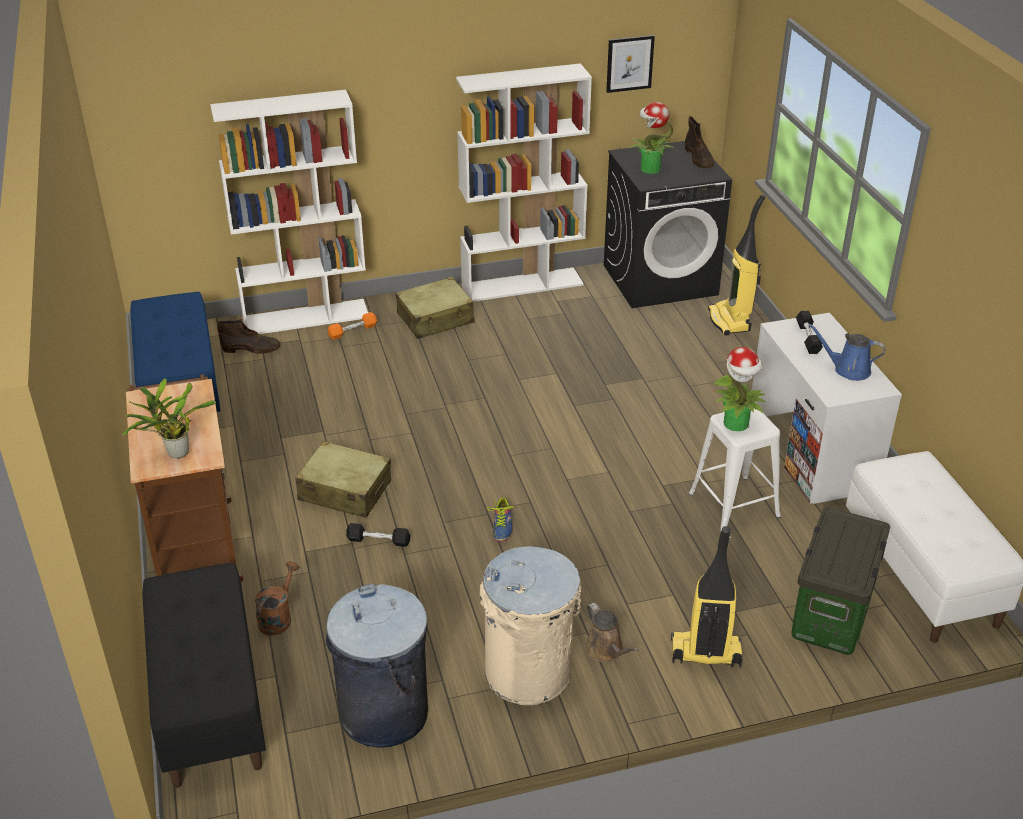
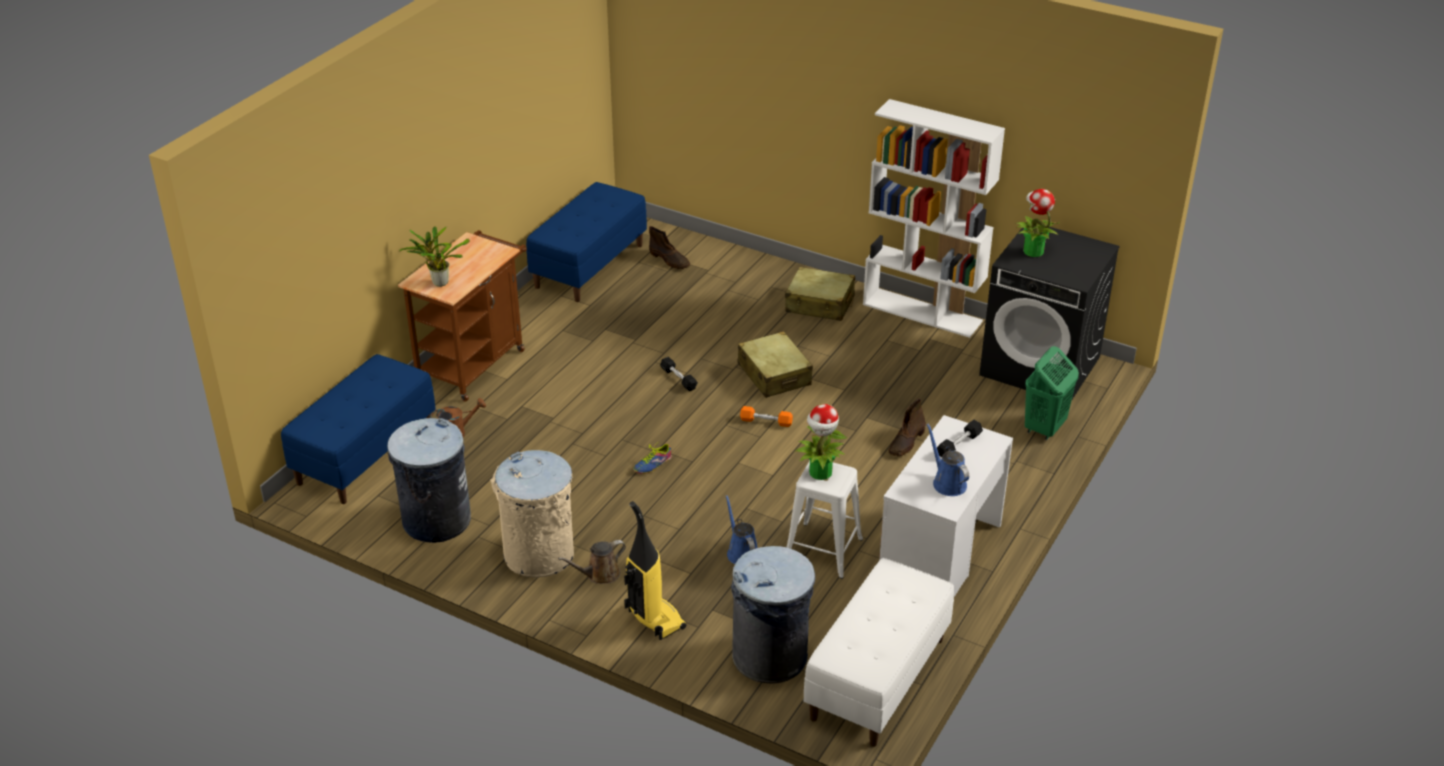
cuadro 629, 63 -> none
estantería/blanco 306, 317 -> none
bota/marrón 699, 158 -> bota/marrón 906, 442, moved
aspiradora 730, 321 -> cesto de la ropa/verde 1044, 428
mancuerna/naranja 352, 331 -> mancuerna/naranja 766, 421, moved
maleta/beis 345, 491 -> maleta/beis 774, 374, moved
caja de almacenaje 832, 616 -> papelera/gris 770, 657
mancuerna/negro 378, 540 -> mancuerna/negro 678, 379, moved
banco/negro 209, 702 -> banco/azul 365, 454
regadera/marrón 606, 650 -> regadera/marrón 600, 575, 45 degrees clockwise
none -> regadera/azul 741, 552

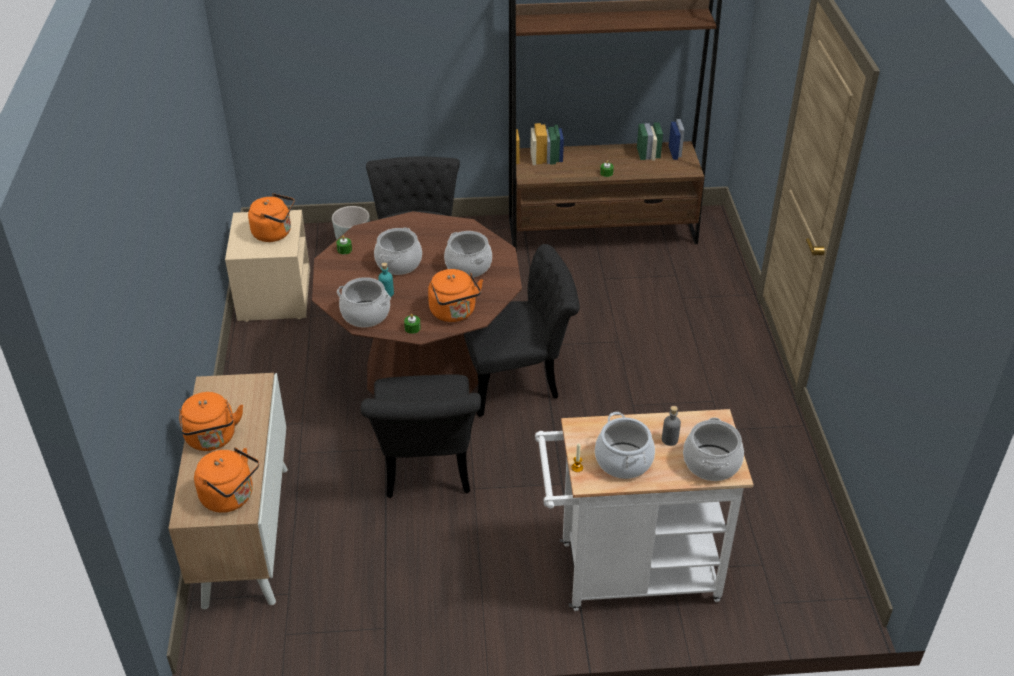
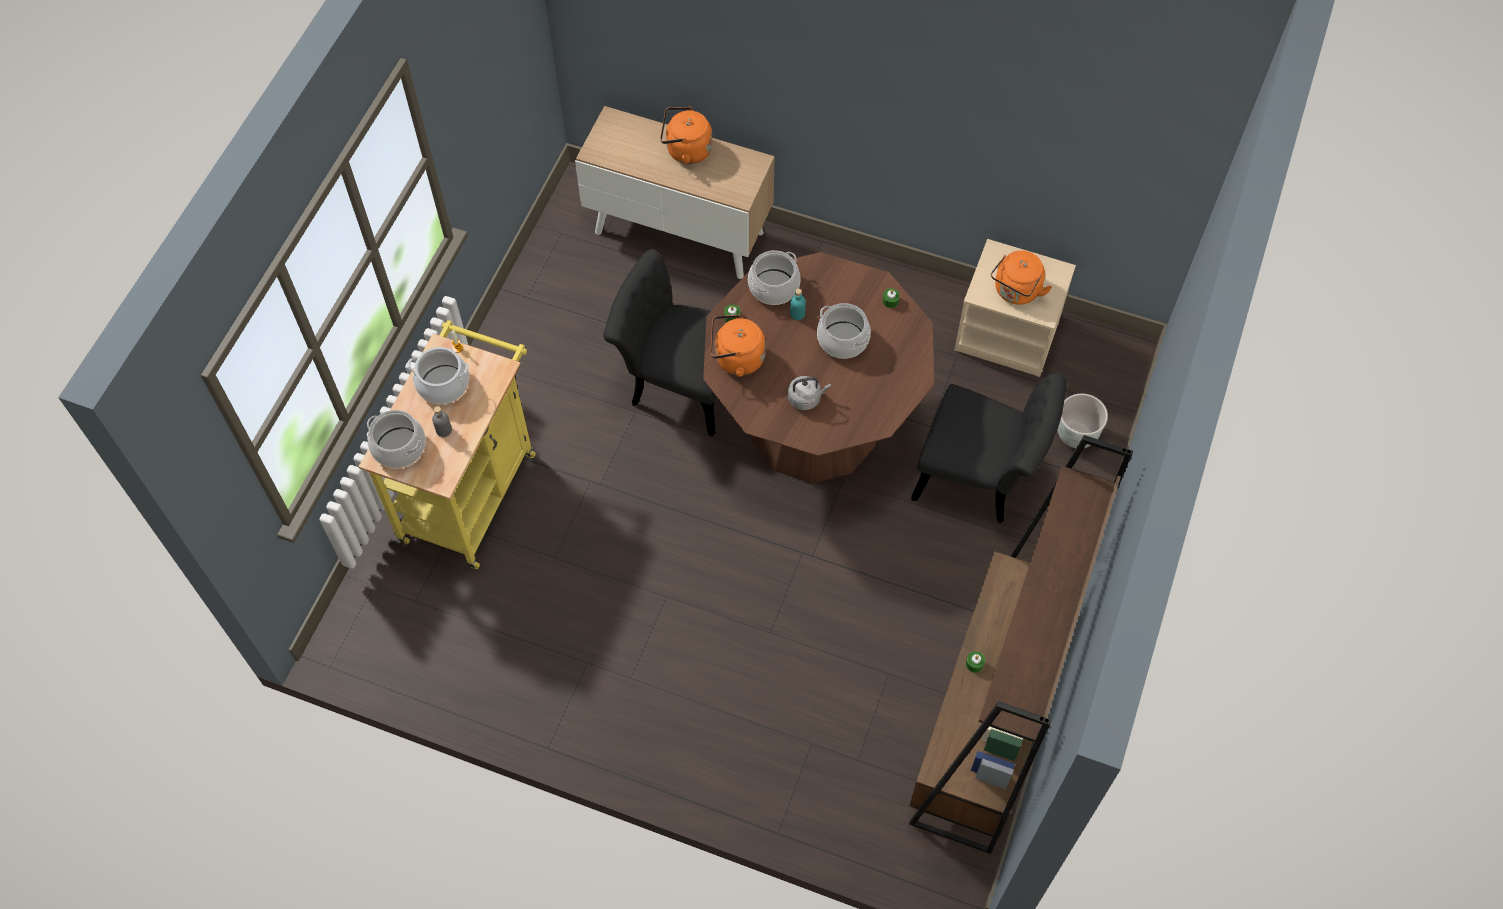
olla 468, 266 -> hervidor/gris 806, 398
silla/negro 519, 379 -> none
carrito/blanco 628, 573 -> carrito/amarillo 472, 488
hervidor/naranja 231, 497 -> none

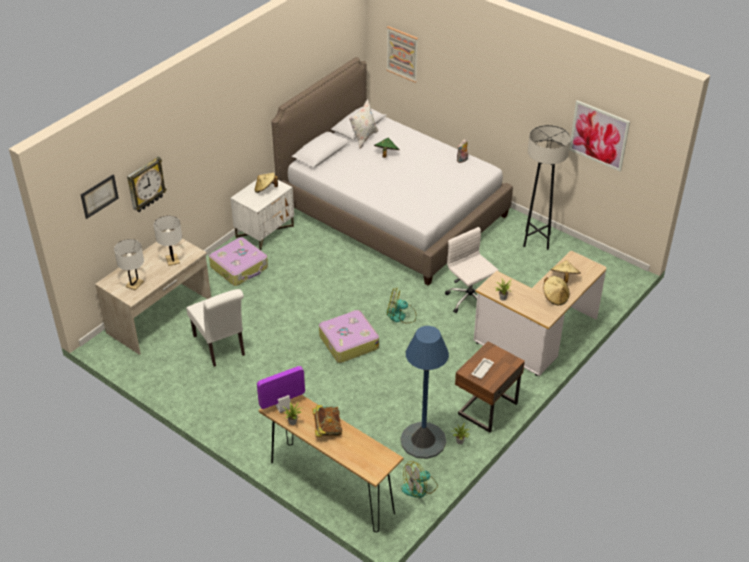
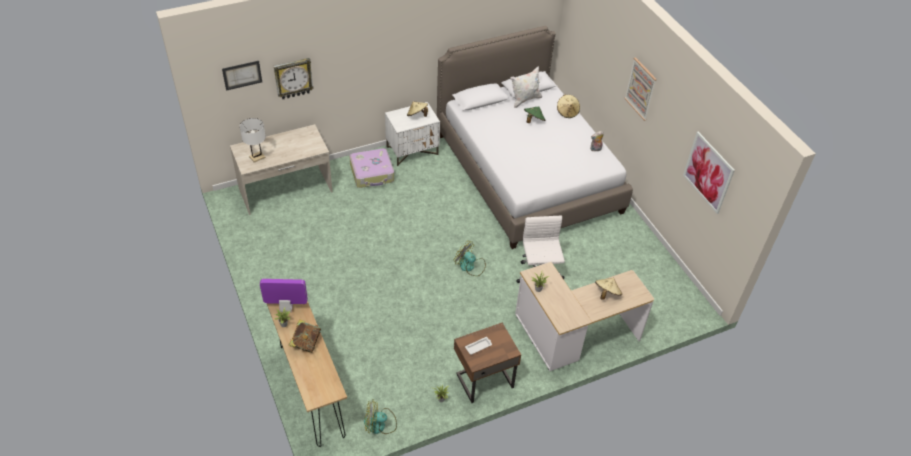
cuadro 402, 54 -> cuadro 640, 88, moved
lámpara de pie/gris 536, 240 -> none
lámpara de mesa/blanco 172, 260 -> none
sombrero/beis 555, 297 -> sombrero/beis 567, 112, moved
silla/blanco 221, 347 -> none
maleta 348, 342 -> none
lámpara de pie/azul 423, 440 -> none

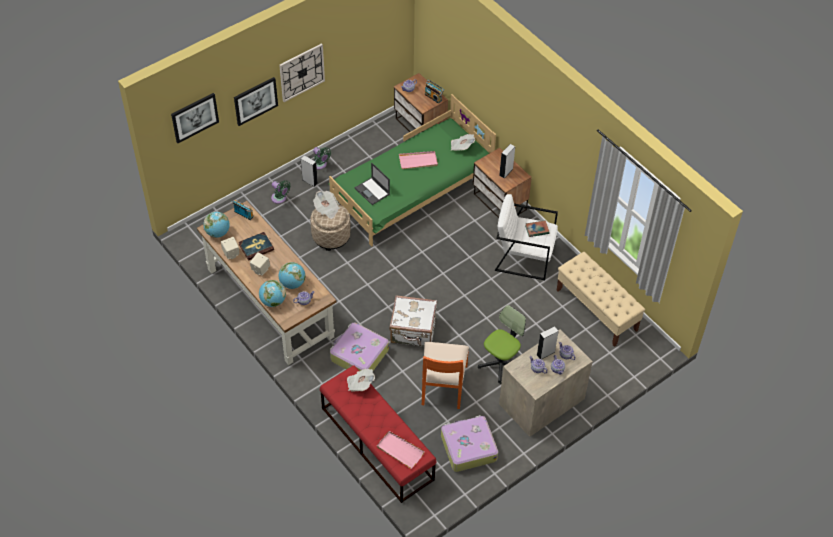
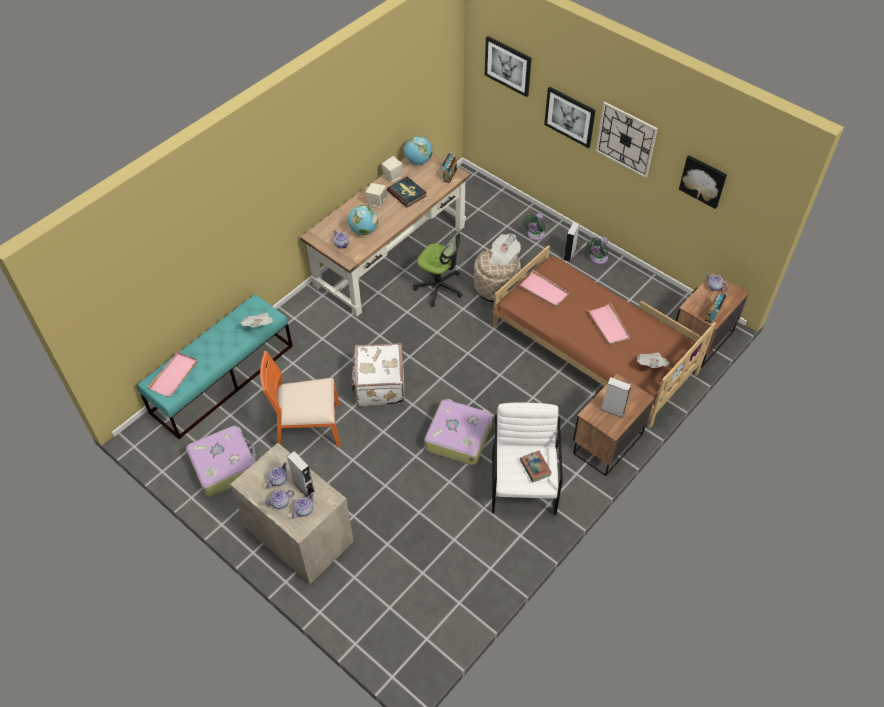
cama/verde 412, 190 -> cama/marrón 592, 349
portátil 372, 191 -> bandeja/rosa 543, 290
banco/beis 597, 310 -> none
globo terráqueo 273, 301 -> none
silla de oficina 501, 364 -> silla de oficina 439, 287, moved
maleta 358, 355 -> maleta 458, 436, moved
banco/rojo 377, 443 -> banco/turquesa 223, 378
none -> cuadro 703, 181

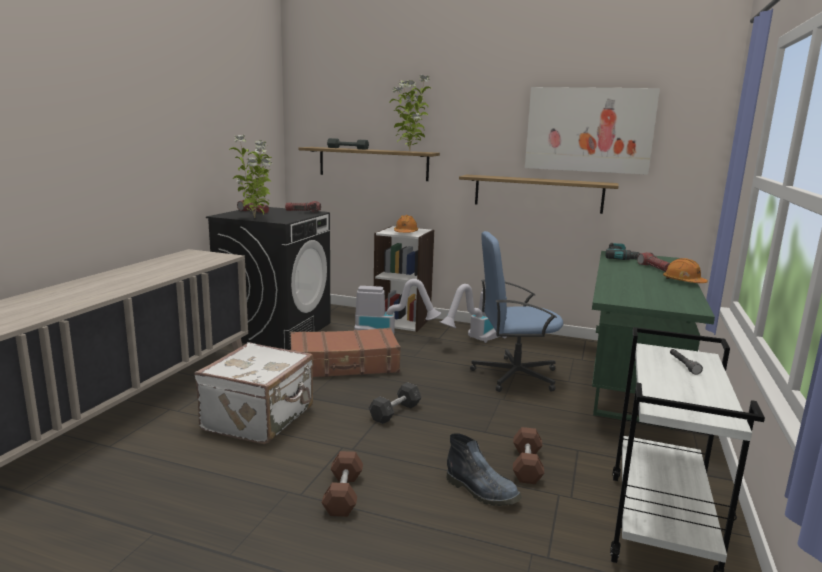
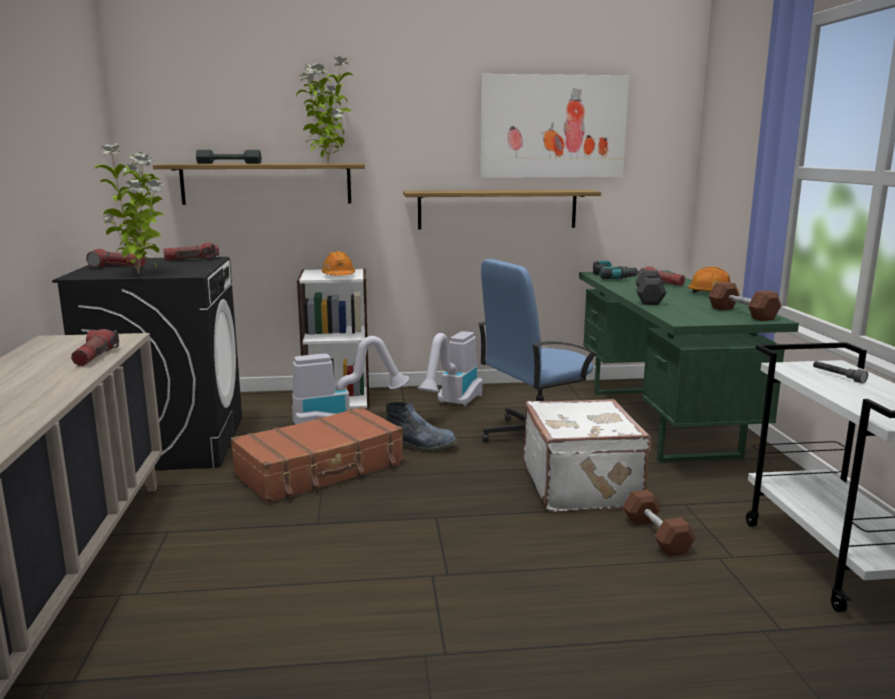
maleta/blanco 260, 418 -> maleta/blanco 582, 487, moved
mancuerna/gris 395, 412 -> mancuerna/gris 649, 299, moved
bota 483, 491 -> bota 423, 446, moved
mancuerna/marrón 343, 494 -> mancuerna/marrón 742, 313, moved
none -> linterna 95, 357

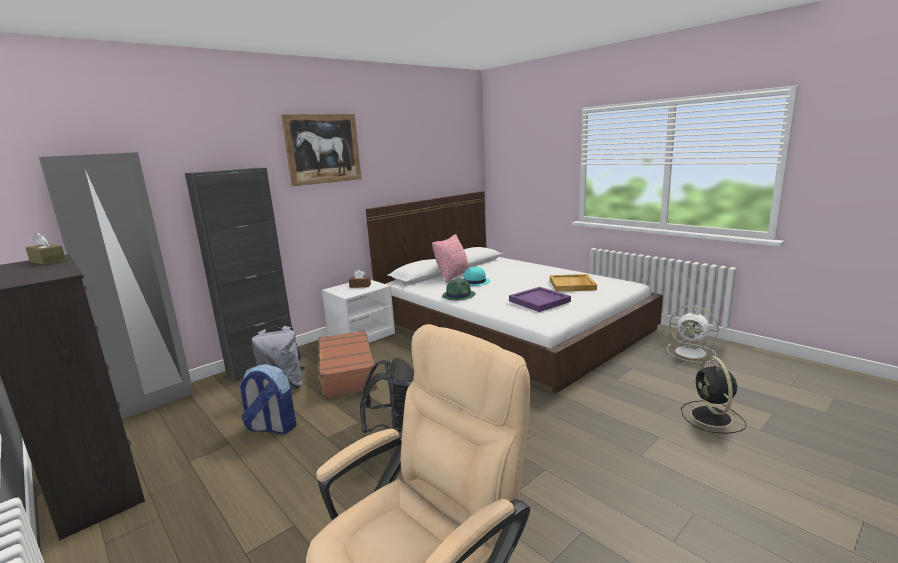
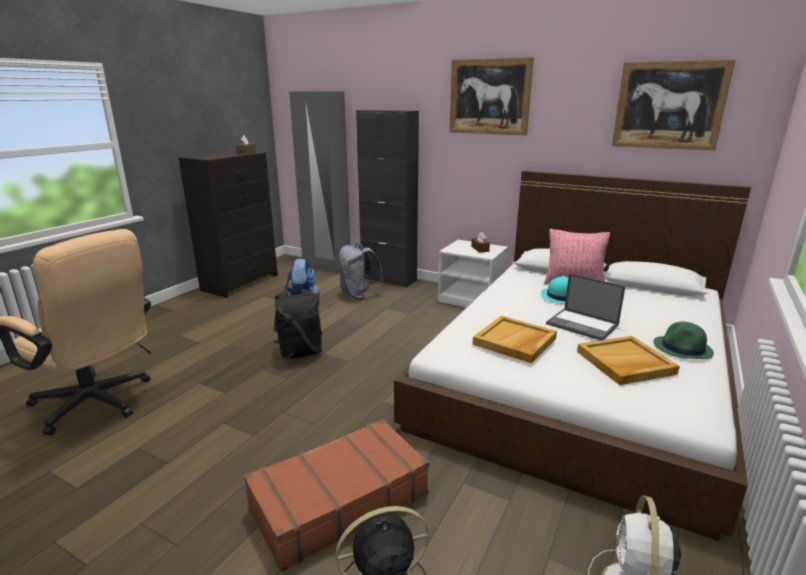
sombrero/verde 459, 295 -> sombrero/verde 683, 348, moved
bandeja/morado 540, 301 -> bandeja/beis 515, 342
maleta/marrón 346, 372 -> maleta/marrón 339, 501, moved
none -> cuadro 669, 105
none -> portátil 583, 325

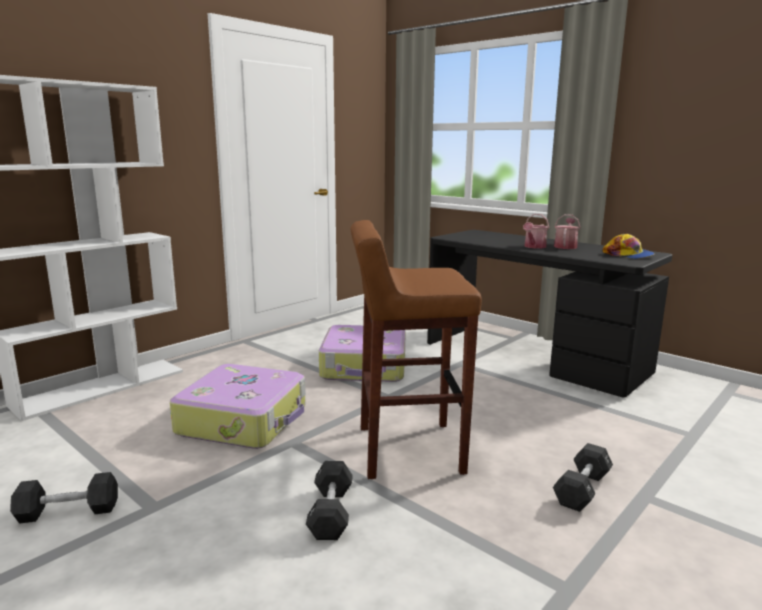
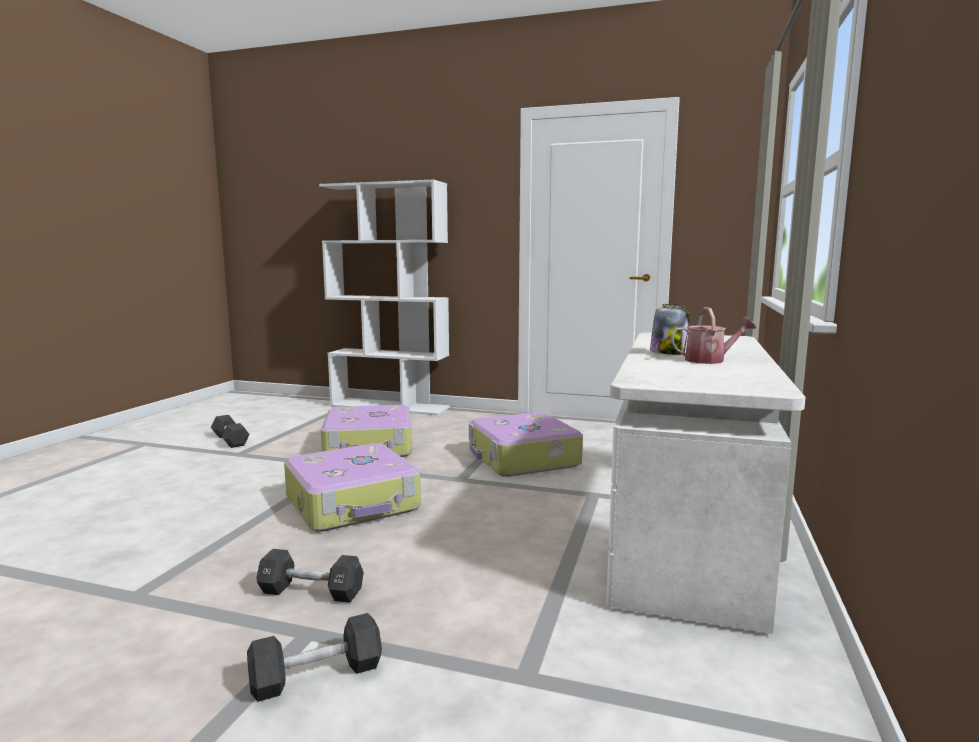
regadera 534, 247 -> tarro 667, 353
taburete/marrón 407, 450 -> maleta 353, 503
escritorio/negro 533, 357 -> escritorio/blanco 688, 531
gorra 628, 255 -> none
mancuerna/negro 331, 512 -> mancuerna/negro 317, 675, moved

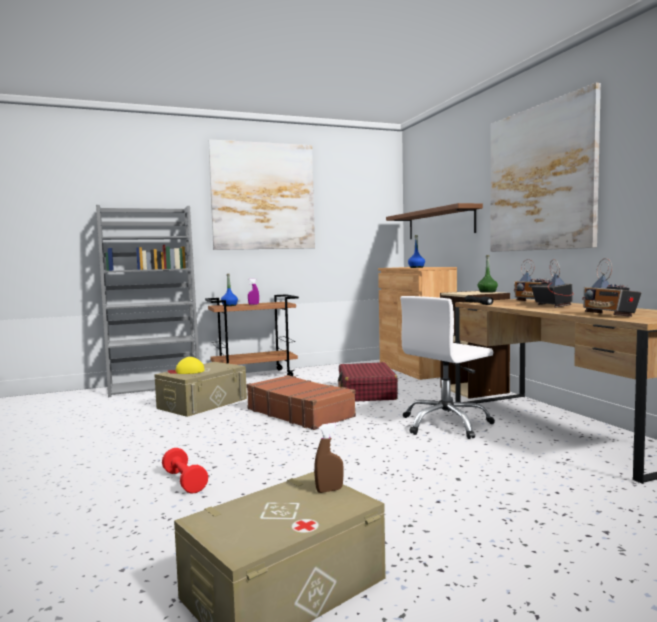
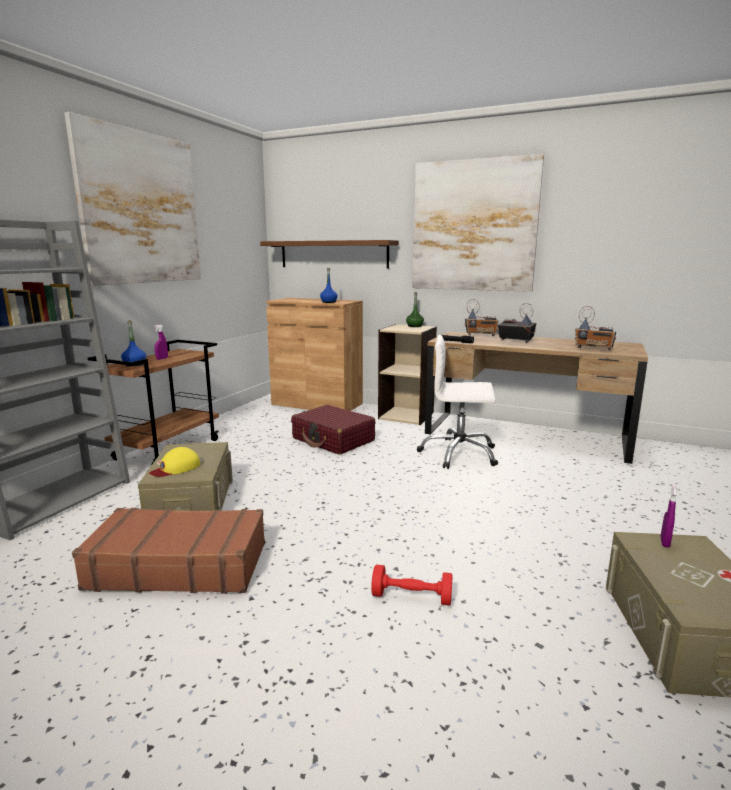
silla de oficina/blanco 446, 424 -> silla de oficina/blanco 459, 454, 90 degrees clockwise
maleta/marrón 300, 413 -> maleta/marrón 178, 565, moved
pulverizador/marrón 329, 490 -> pulverizador/morado 665, 542

